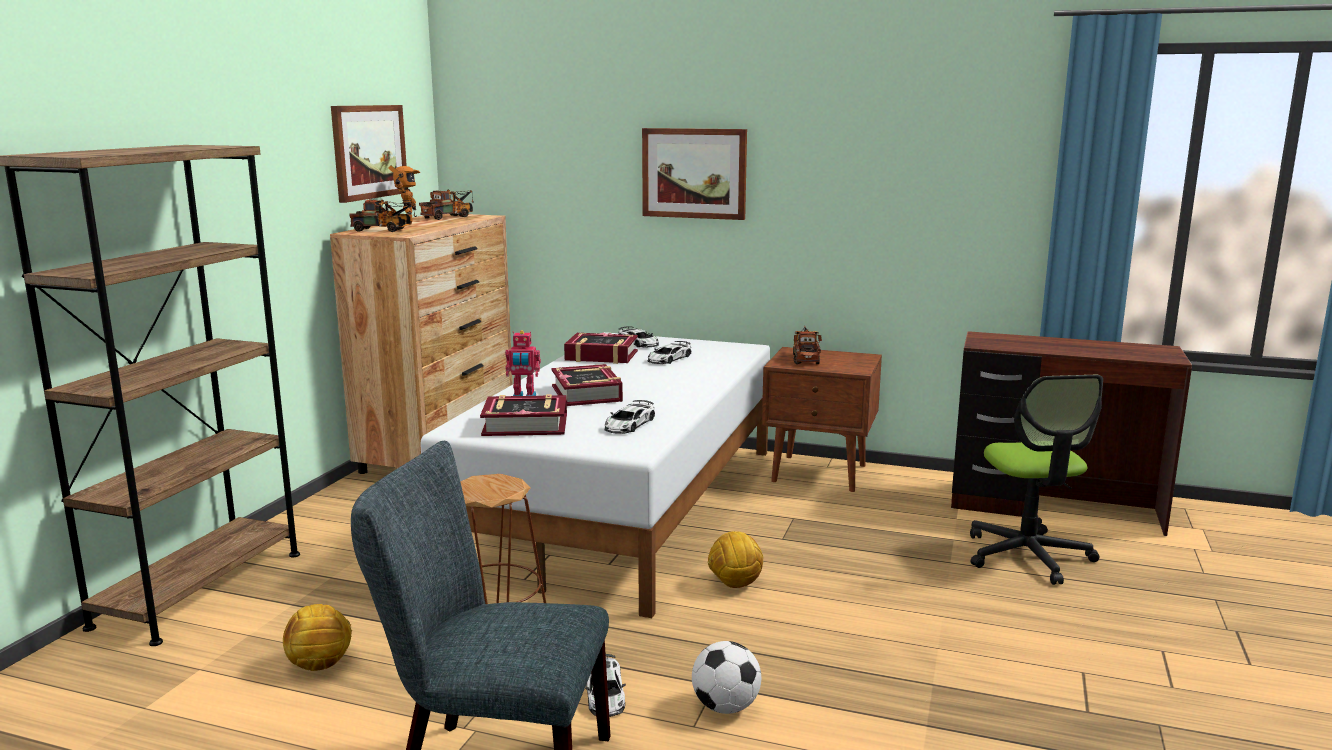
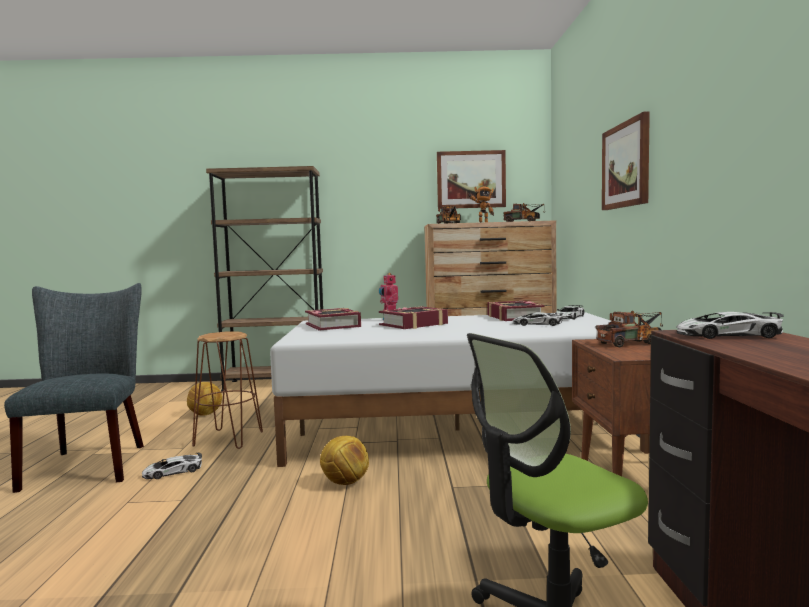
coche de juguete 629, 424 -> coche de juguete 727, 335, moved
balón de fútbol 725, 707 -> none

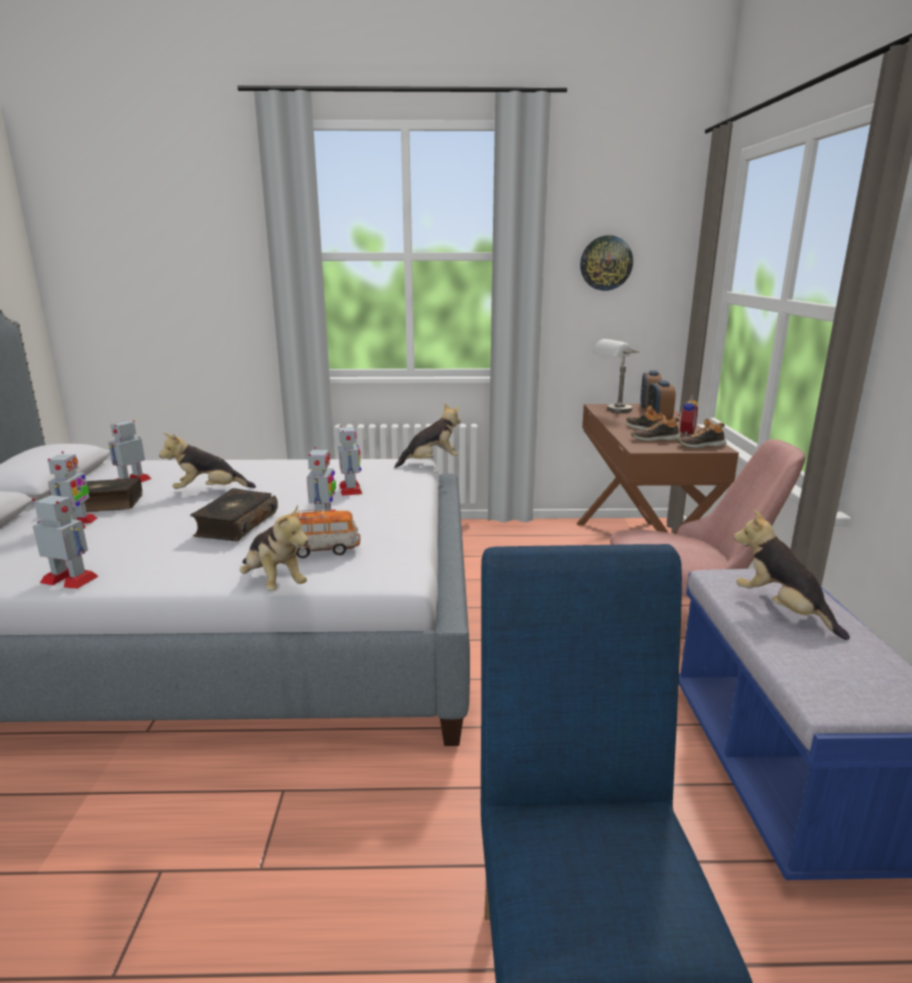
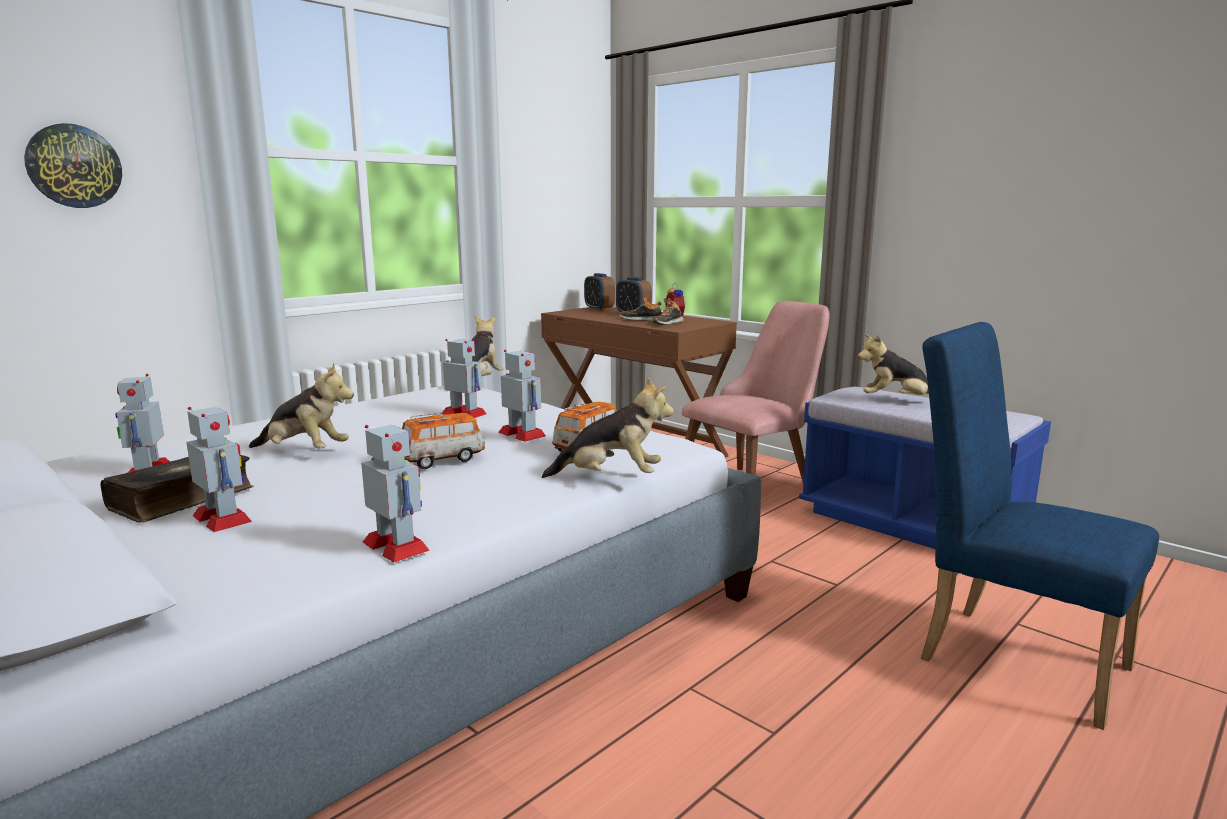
reloj de pared 606, 263 -> reloj de pared 74, 166, moved
lámpara de mesa/gris 612, 411 -> none
zapato 700, 445 -> none
peluche 209, 491 -> peluche 304, 452, 105 degrees counterclockwise
libro 235, 525 -> coche de juguete 442, 460
robot de juguete 70, 579 -> robot de juguete 396, 546, 75 degrees clockwise

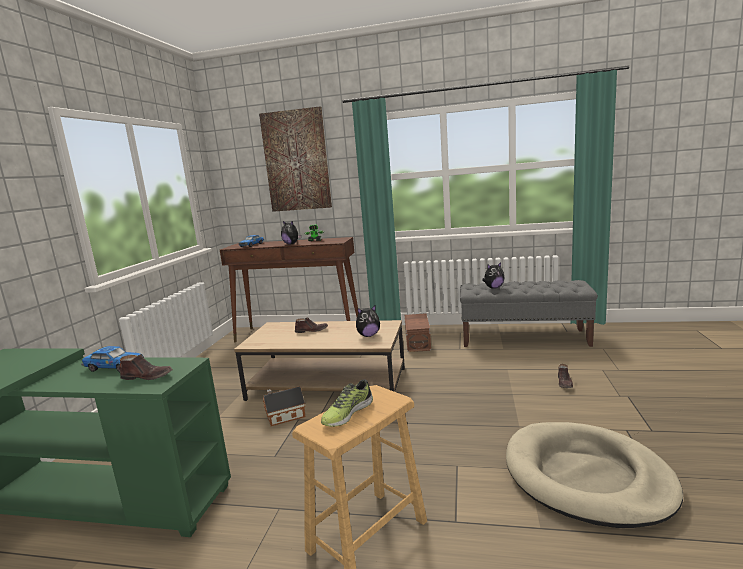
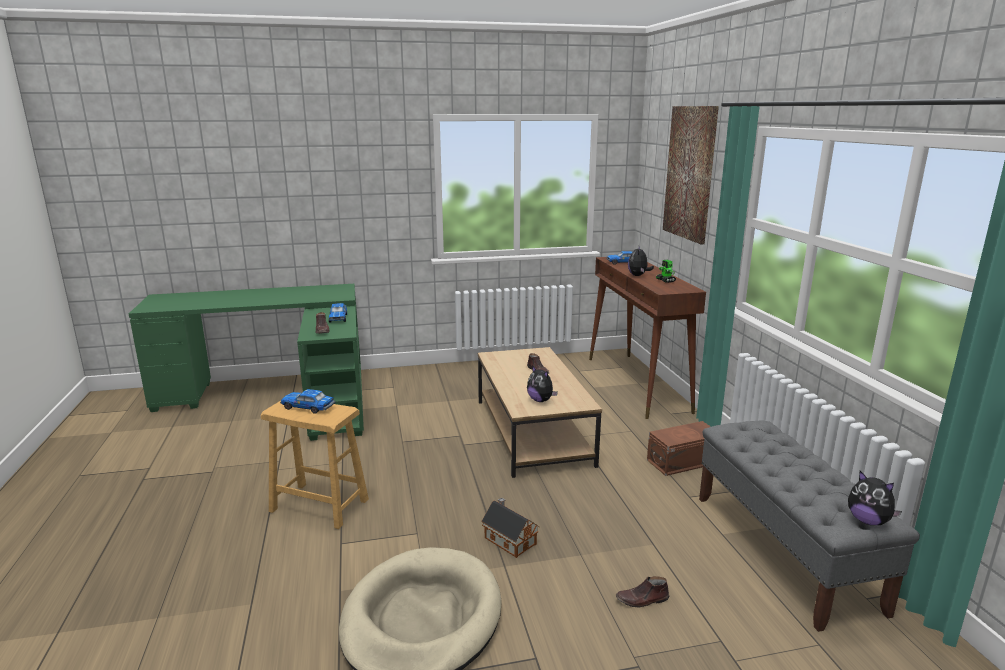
peluche 493, 288 -> peluche 868, 521, moved
zapato 347, 413 -> coche de juguete 308, 407
casita 284, 416 -> casita 509, 539, moved

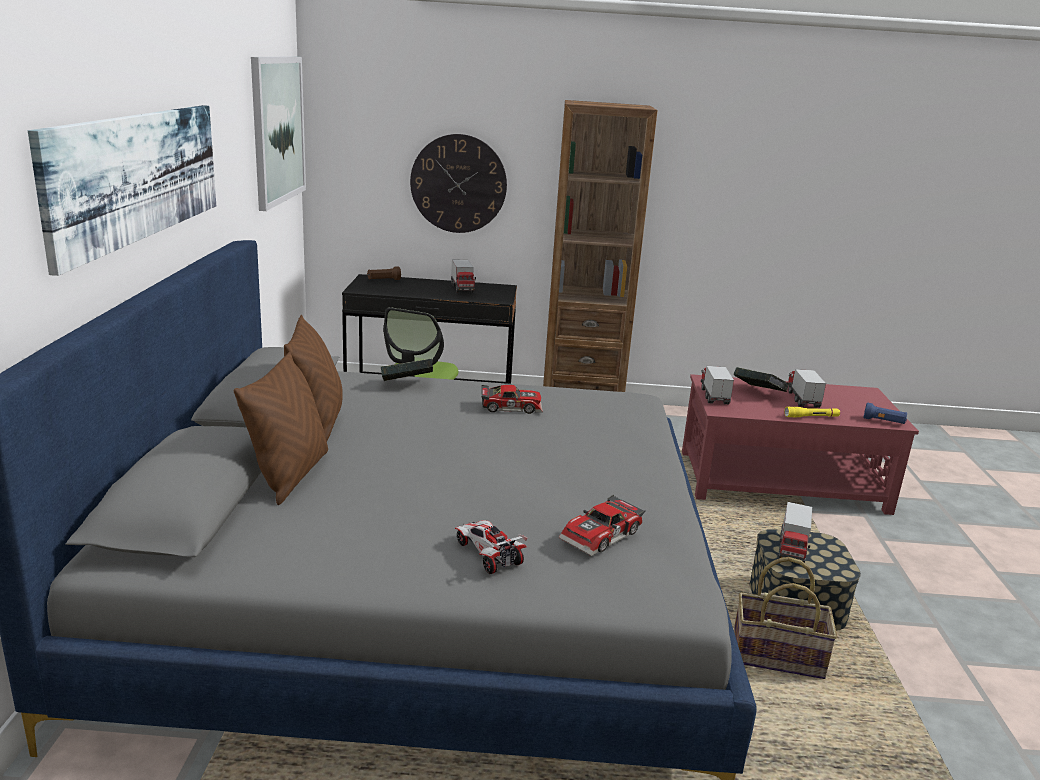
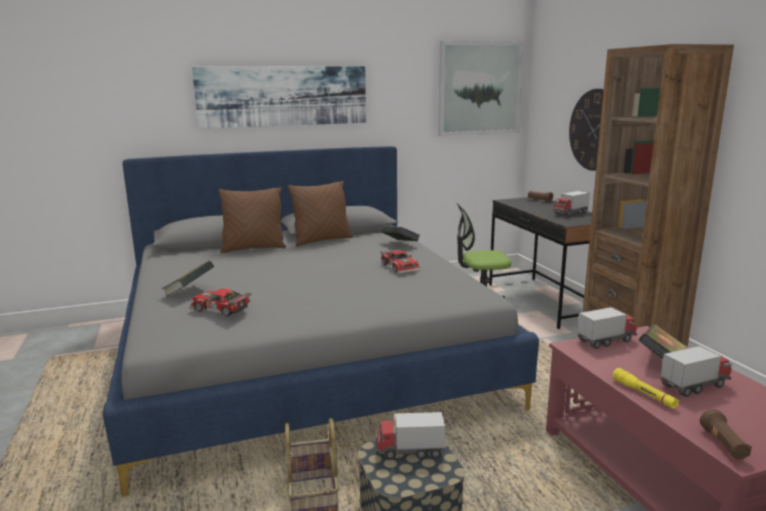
linterna/azul 883, 421 -> linterna/marrón 723, 445
coche de juguete 487, 555 -> libro 189, 292

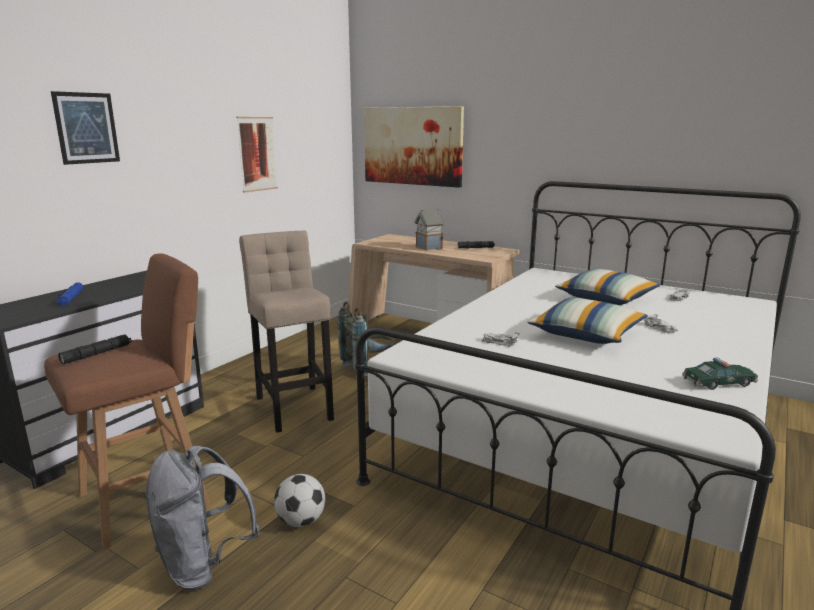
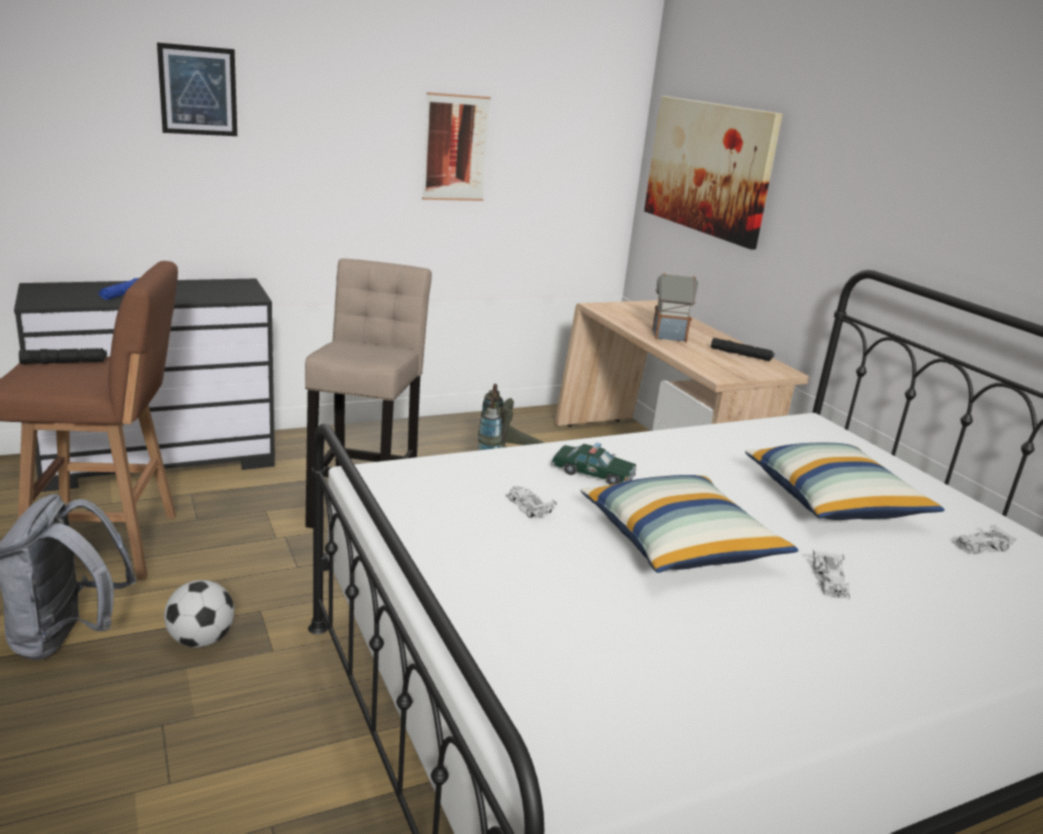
coche de juguete 718, 383 -> coche de juguete 593, 474, moved

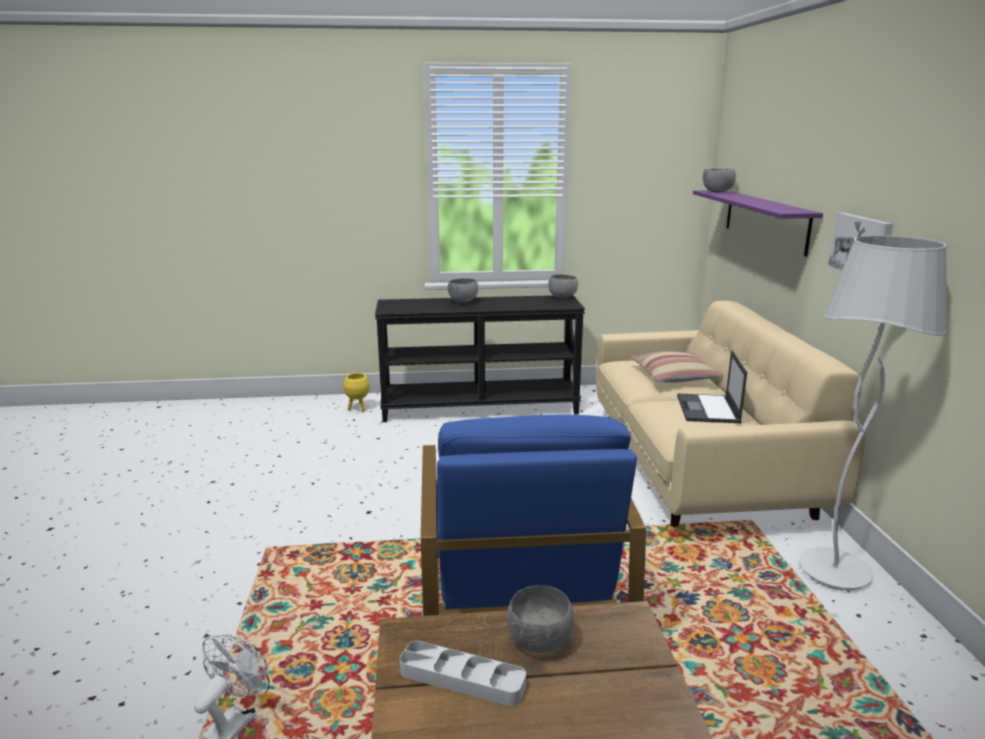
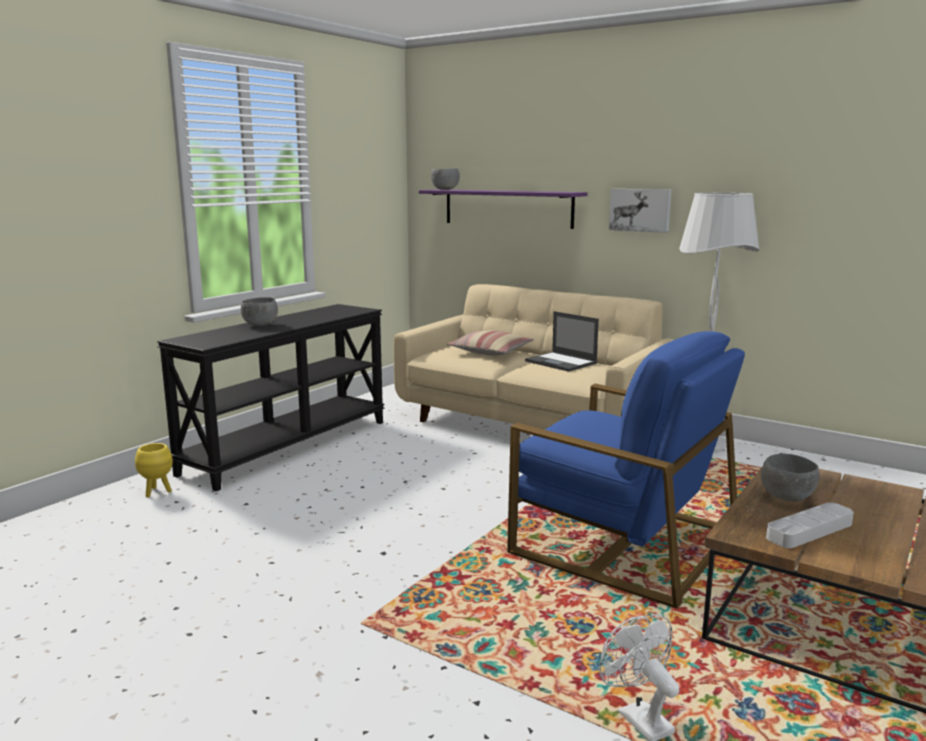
cuenco/gris 562, 297 -> none

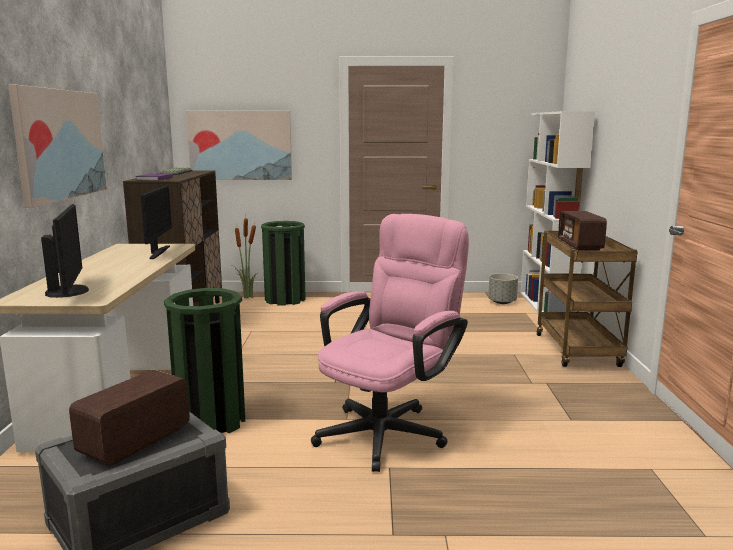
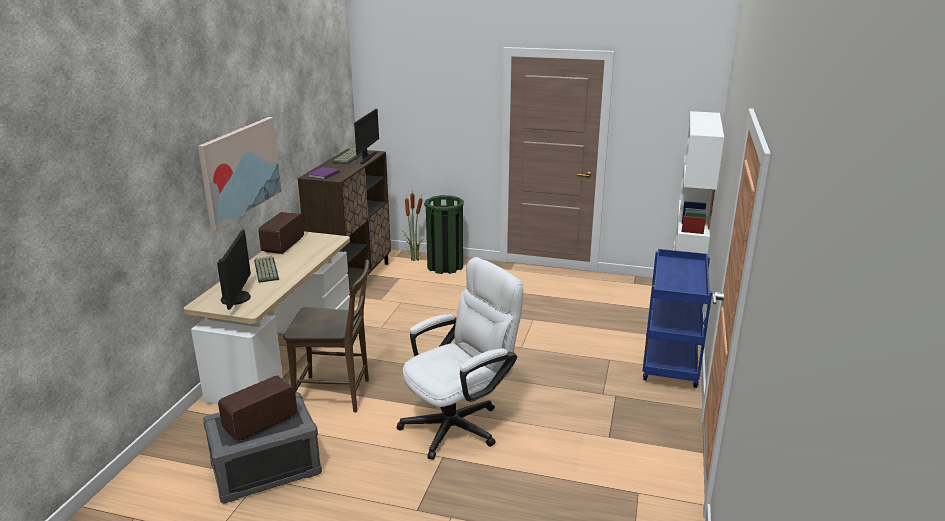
cuadro 240, 145 -> none
monitor 158, 252 -> monitor 367, 158, moved
radio 580, 245 -> radio 283, 245, moved
silla de oficina/rosa 389, 430 -> silla de oficina/blanco 460, 423
carrito/marrón 578, 351 -> carrito/azul 671, 364
maceta/gris 502, 302 -> none
papelera/verde 211, 421 -> silla/marrón 336, 394
none -> teclado 265, 270

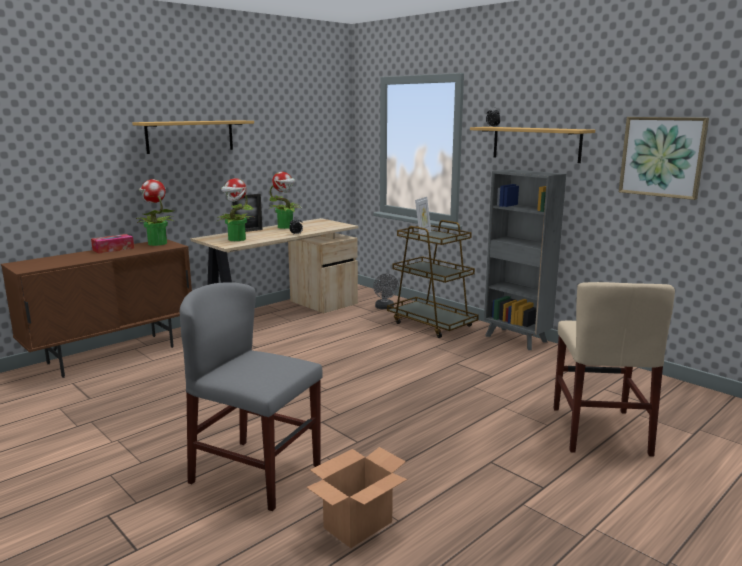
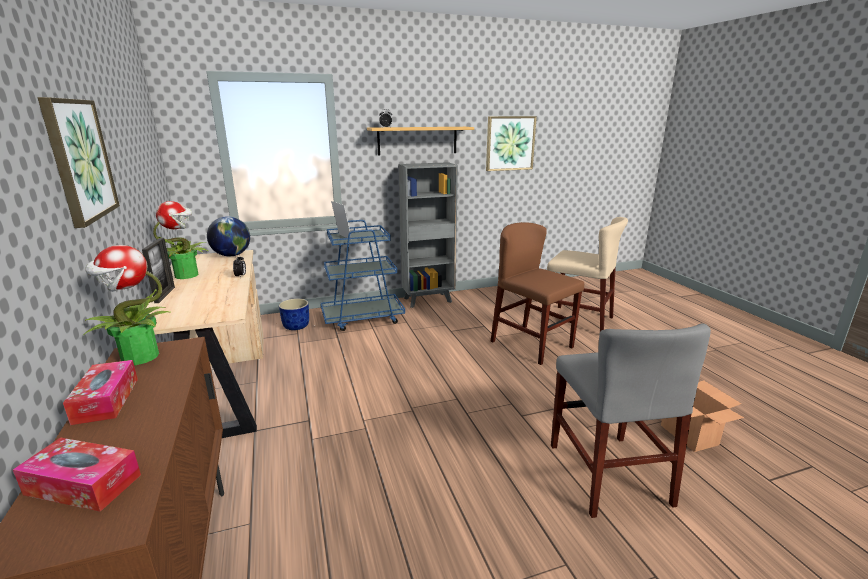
estante 190, 136 -> cuadro 79, 160
planta en maceta 236, 239 -> none
carrito/marrón 431, 324 -> carrito/azul 363, 318
ventilador/gris 385, 308 -> maceta/azul 296, 326
silla/gris 256, 473 -> silla/gris 607, 473, 60 degrees counterclockwise
none -> globo terráqueo 232, 255
none -> silla/marrón 531, 344
none -> caja de pañuelos 83, 484

